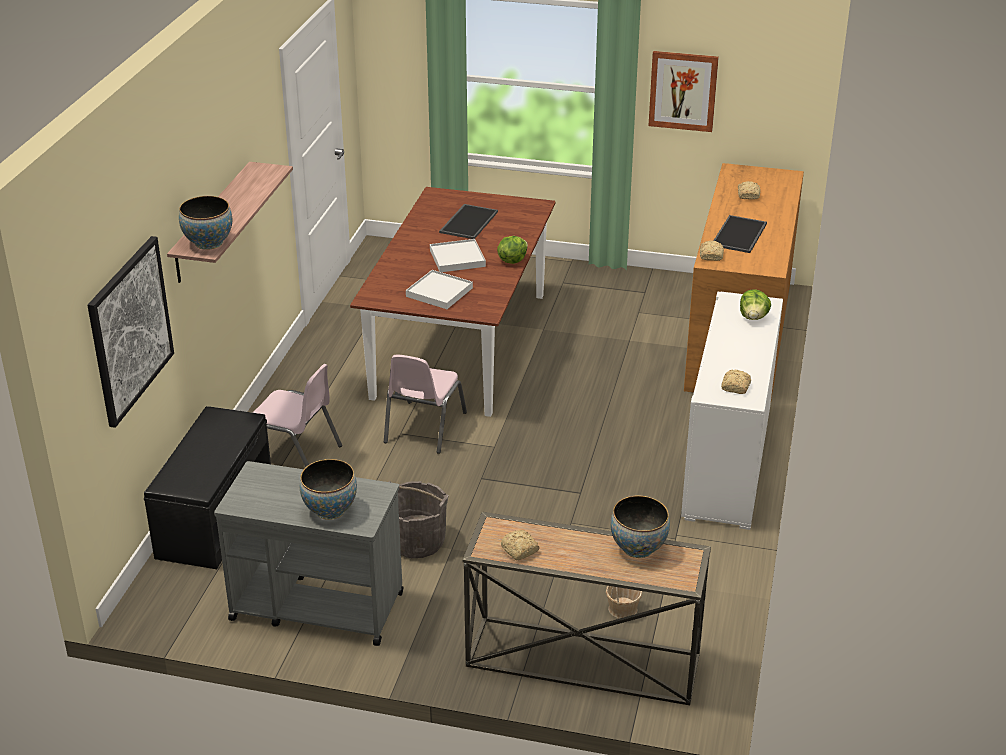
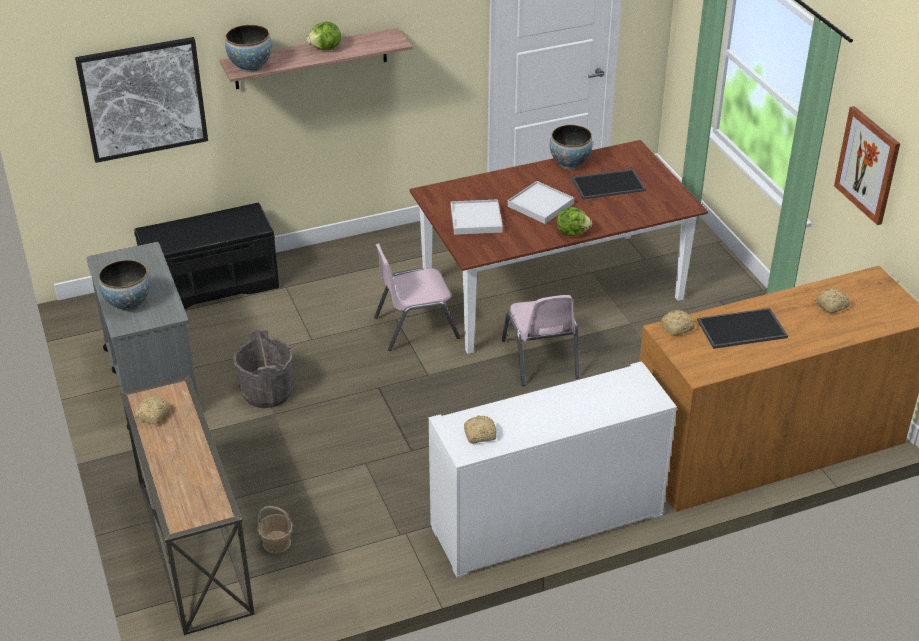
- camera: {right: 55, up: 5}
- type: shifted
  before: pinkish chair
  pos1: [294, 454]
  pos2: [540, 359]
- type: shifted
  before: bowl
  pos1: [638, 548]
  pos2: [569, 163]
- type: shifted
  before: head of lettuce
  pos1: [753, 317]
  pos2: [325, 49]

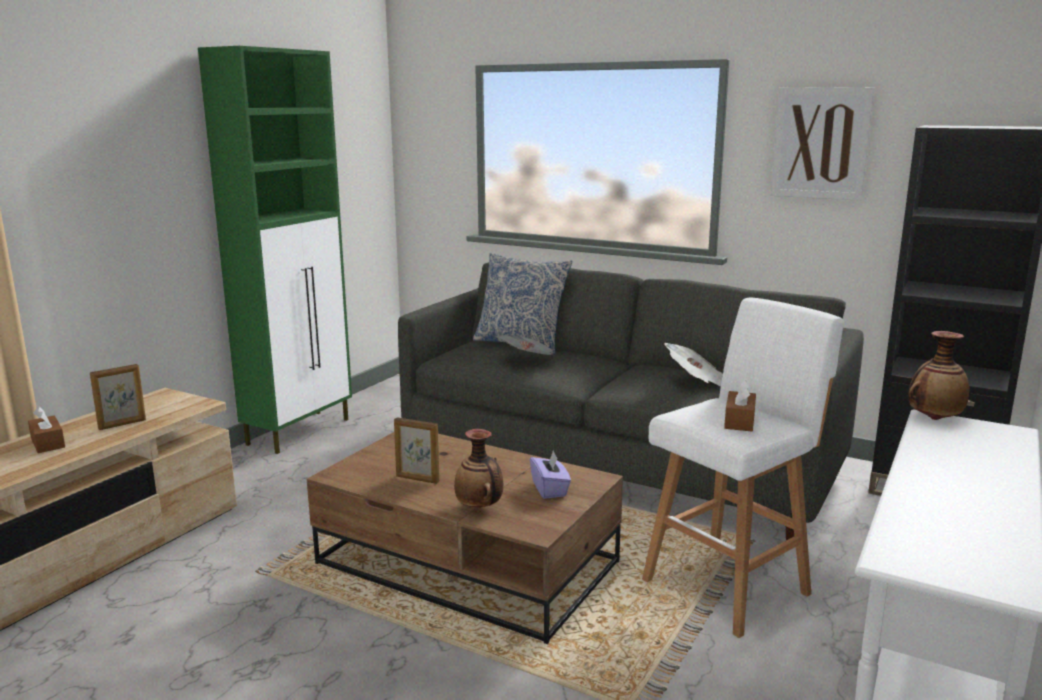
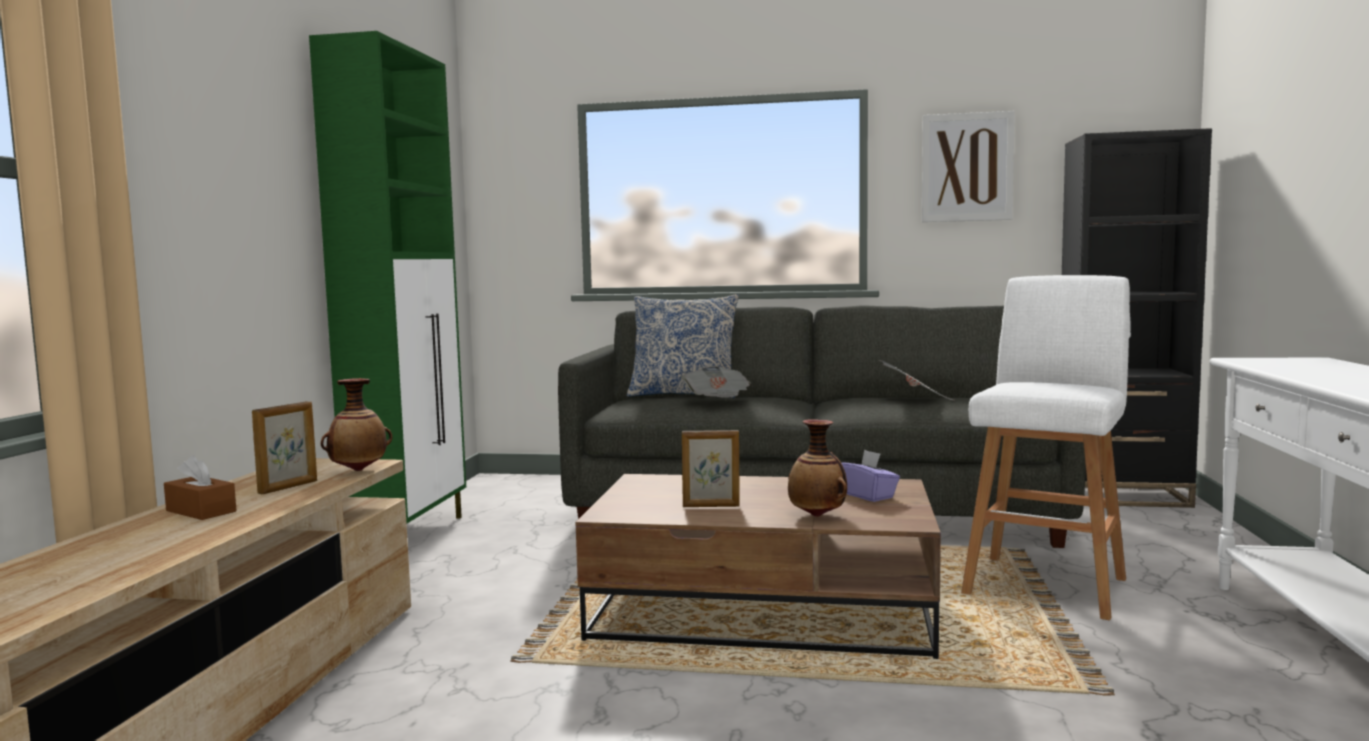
- camera: {right: -20, up: -10}
- type: gone
  before: brown-coloured tissue holder
  pos1: [739, 421]
- type: shifted
  before: flower vase
  pos1: [934, 418]
  pos2: [358, 470]

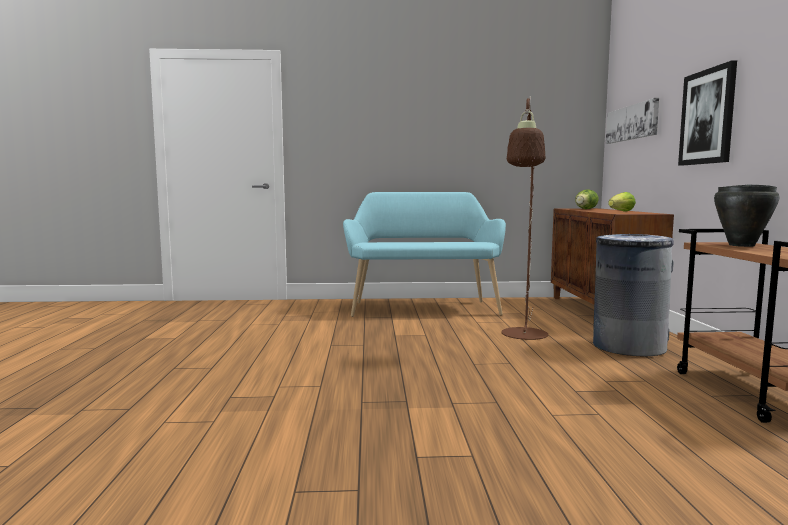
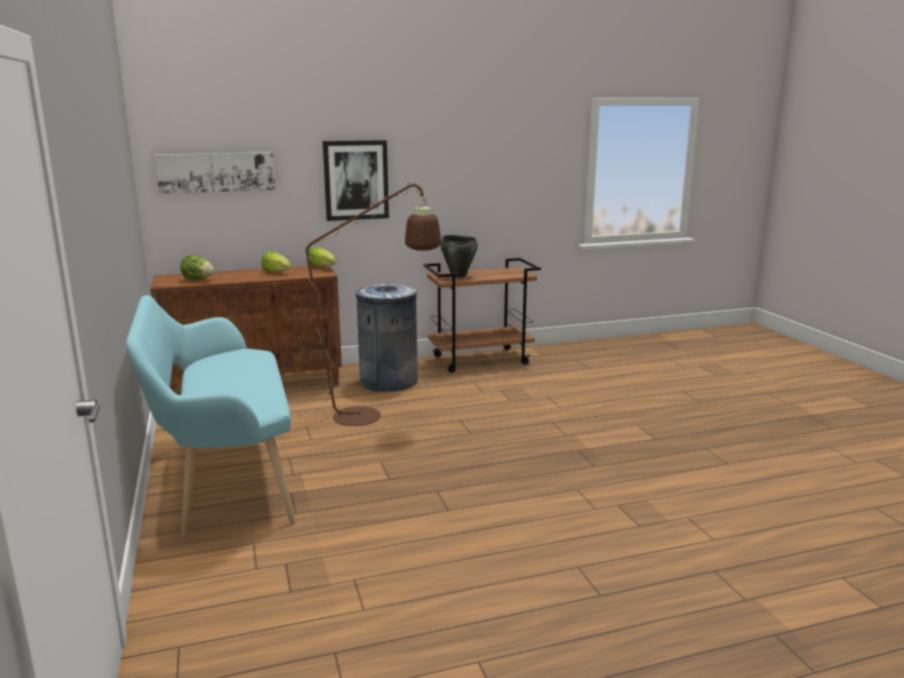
- camera: {right: -105, up: 10}
- type: new
  after: head of lettuce
  pos2: [322, 267]

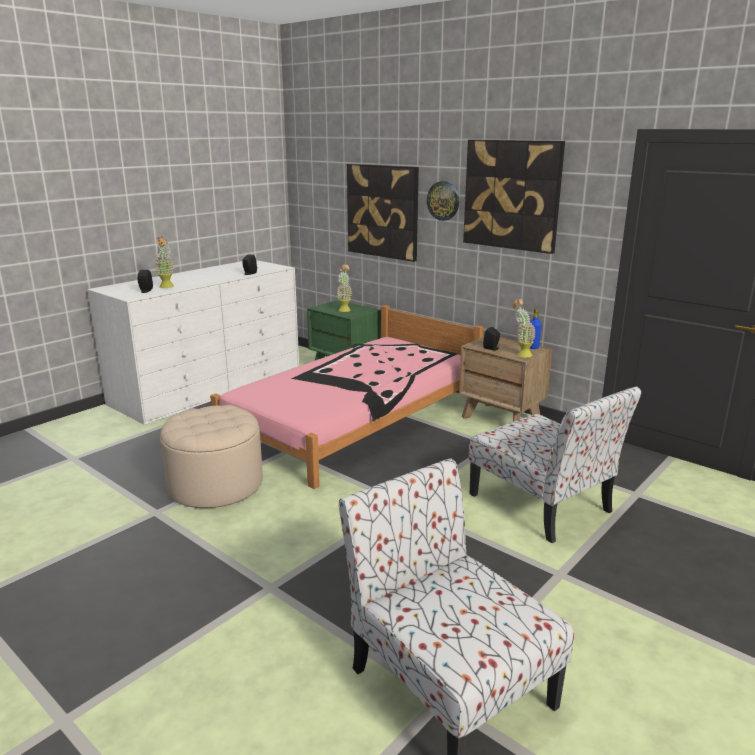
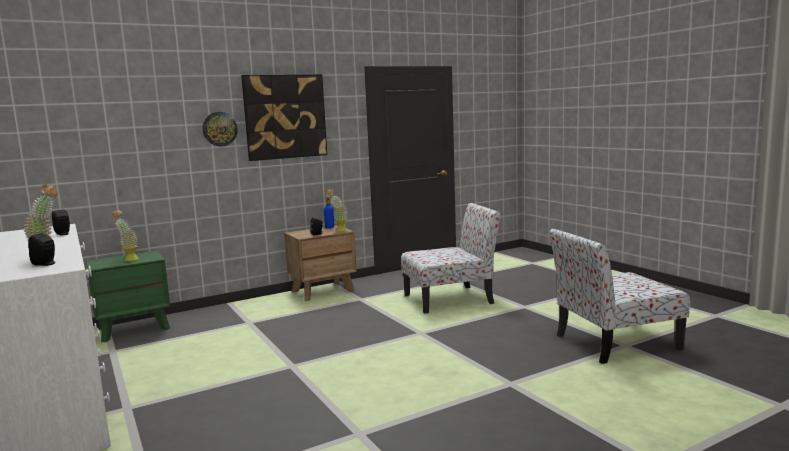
- camera: {right: -70, up: -10}
- type: gone
  before: sand-coloured pouffe
  pos1: [215, 485]
- type: gone
  before: pinkish bedroom bed
  pos1: [356, 419]
- type: gone
  before: wall picture
  pos1: [383, 211]

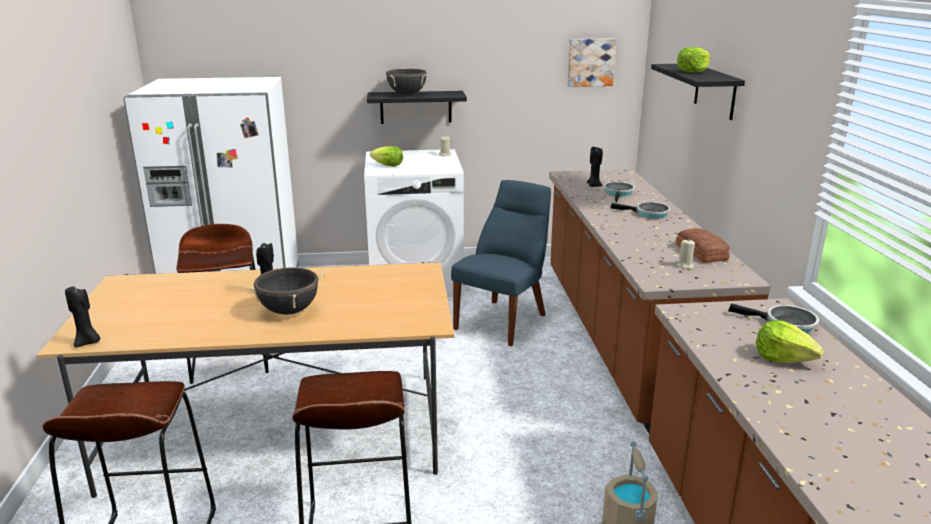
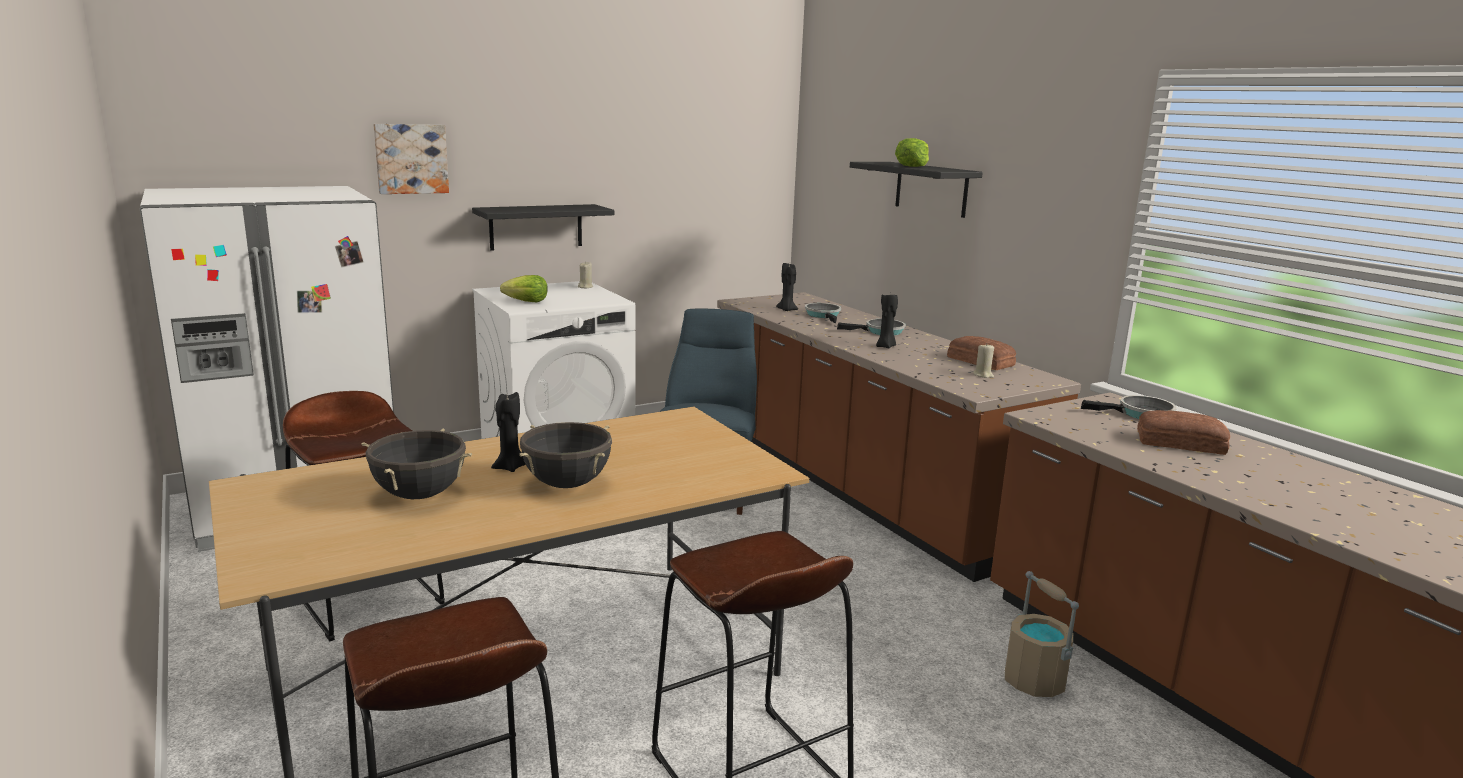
- camera: {right: -25, up: -5}
- type: shifted
  before: black wax candle
  pos1: [88, 342]
  pos2: [886, 346]
- type: shifted
  before: black saucepot
  pos1: [407, 94]
  pos2: [420, 495]
- type: shifted
  before: wall picture
  pos1: [590, 62]
  pos2: [411, 158]
- type: swapped
  before: head of lettuce
  after: bakery bread
  pos1: [783, 358]
  pos2: [1179, 442]

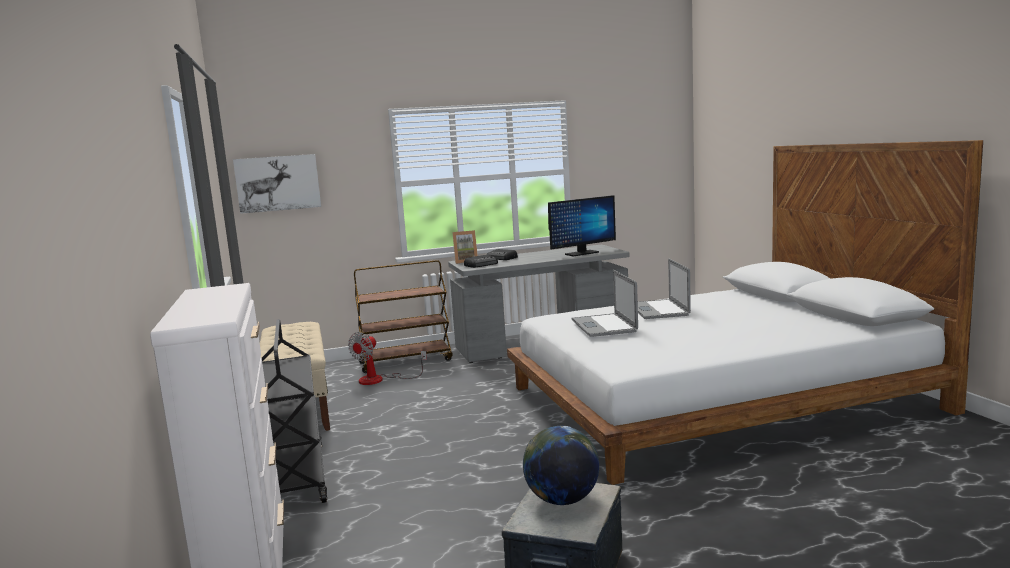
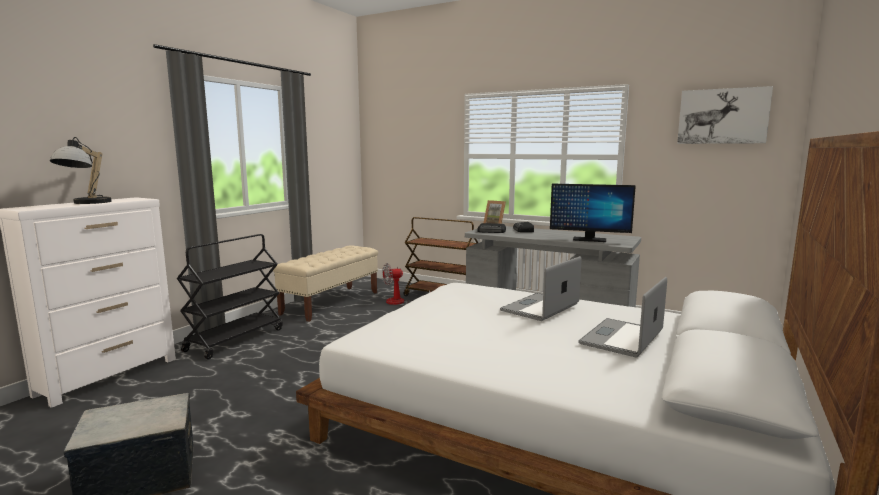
- camera: {right: 45, up: 0}
- type: gone
  before: globe
  pos1: [562, 500]
- type: new
  after: table lamp
  pos2: [86, 203]
- type: shifted
  before: wall picture
  pos1: [278, 183]
  pos2: [722, 116]
- type: shifted
  before: notebook computer
  pos1: [603, 325]
  pos2: [622, 338]

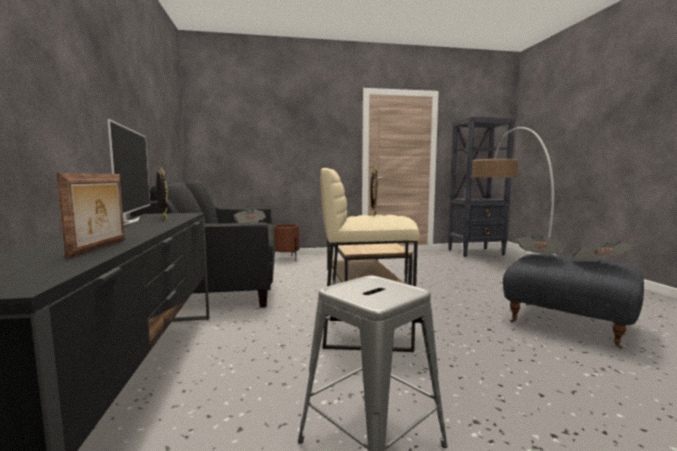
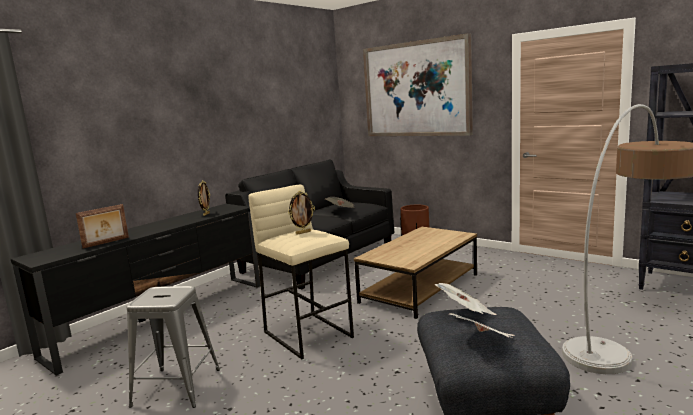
- camera: {right: 50, up: 5}
- type: gone
  before: TV
  pos1: [130, 221]
- type: new
  after: wall picture
  pos2: [416, 89]

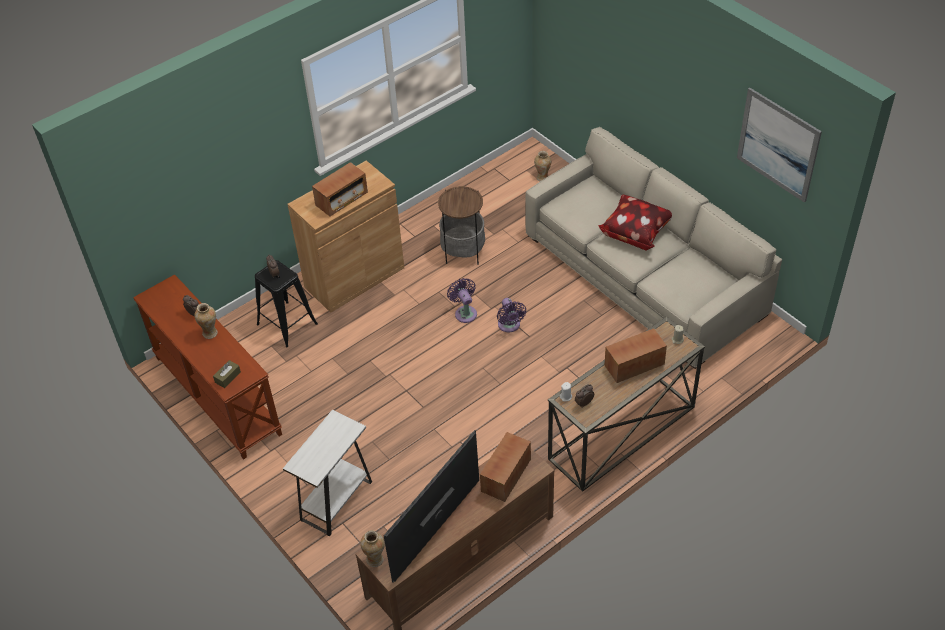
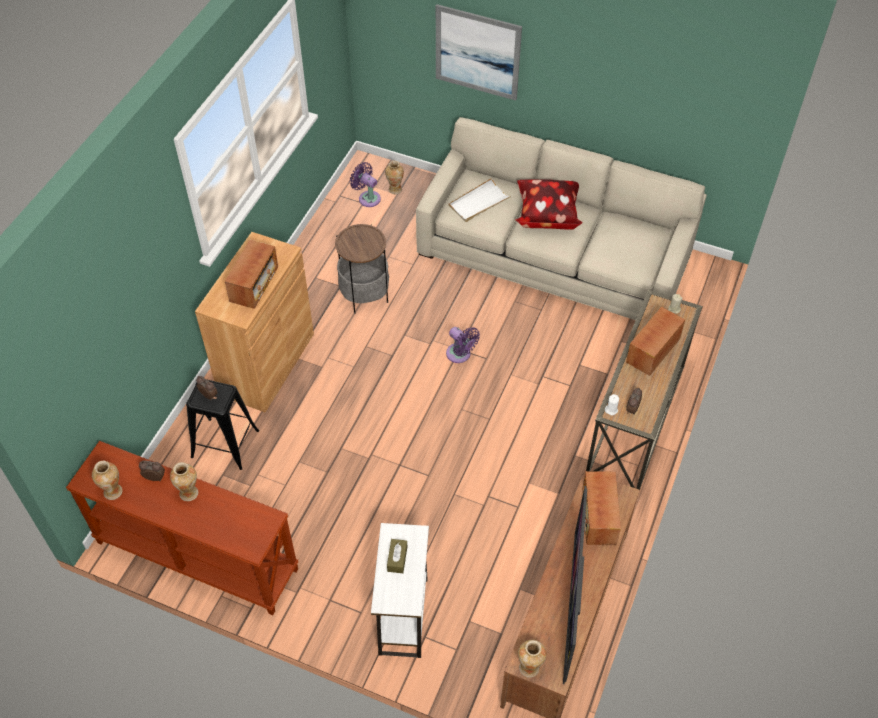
- camera: {right: -30, up: 5}
- type: new
  after: flower vase
  pos2: [113, 491]
- type: new
  after: white serving tray
  pos2: [479, 202]
- type: shifted
  before: brown-coloured tissue holder
  pos1: [228, 377]
  pos2: [397, 559]
- type: shifted
  before: purple electric fan
  pos1: [465, 312]
  pos2: [367, 198]
- type: shifted
  before: wall picture
  pos1: [778, 144]
  pos2: [477, 52]

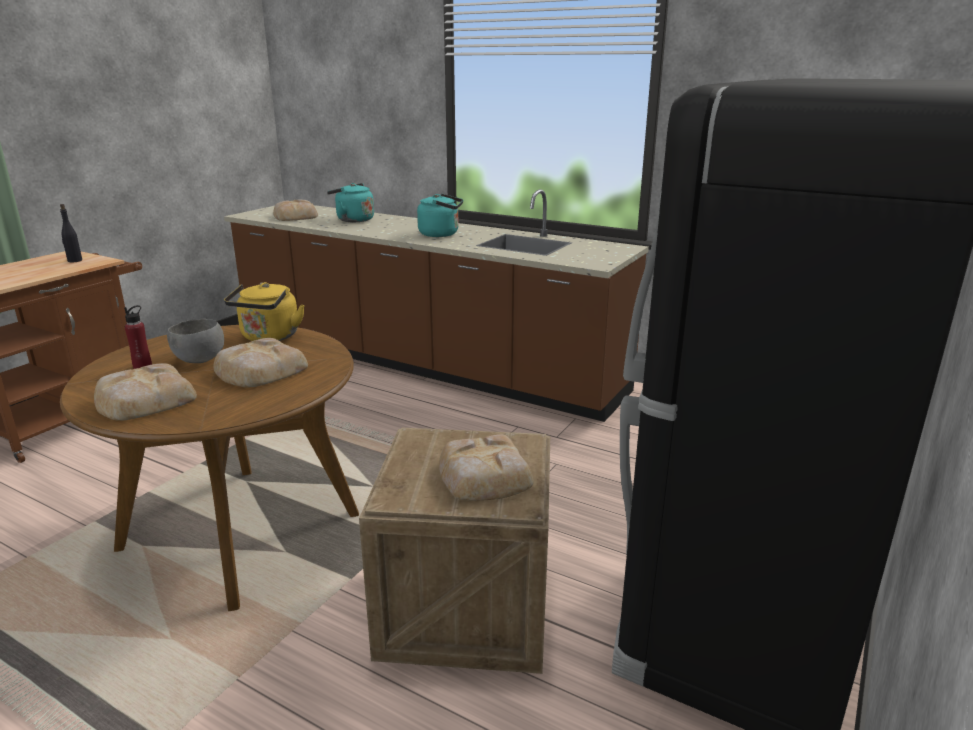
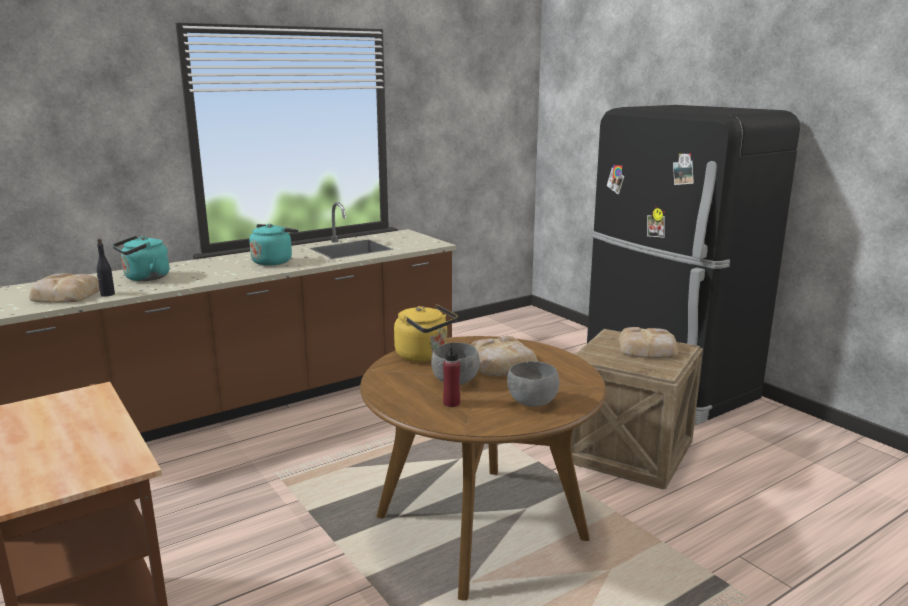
- camera: {right: -65, up: -5}
- type: shifted
  before: black drink bottle
  pos1: [74, 260]
  pos2: [107, 294]
- type: swapped
  before: bakery bread
  after: gray bowl
  pos1: [144, 400]
  pos2: [532, 403]

